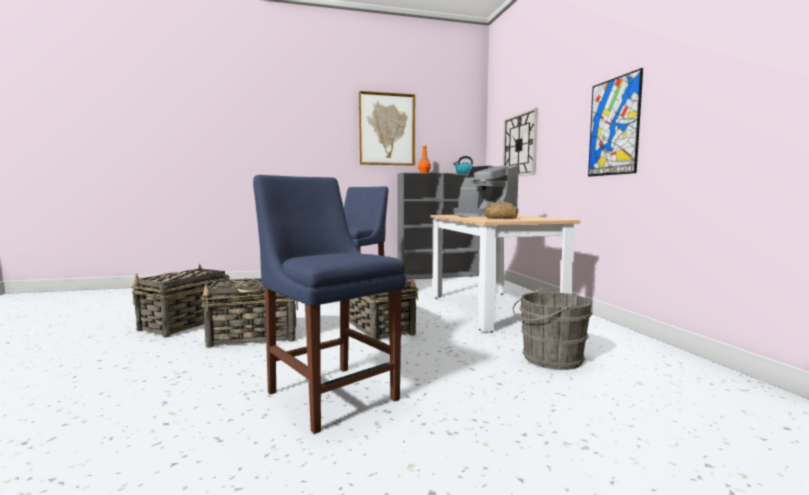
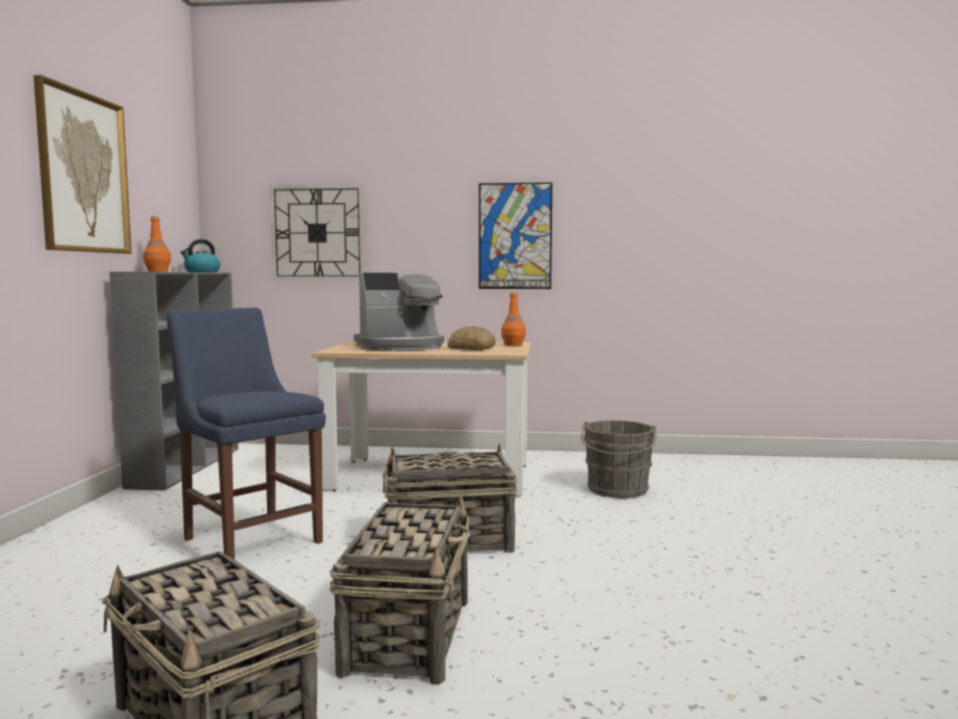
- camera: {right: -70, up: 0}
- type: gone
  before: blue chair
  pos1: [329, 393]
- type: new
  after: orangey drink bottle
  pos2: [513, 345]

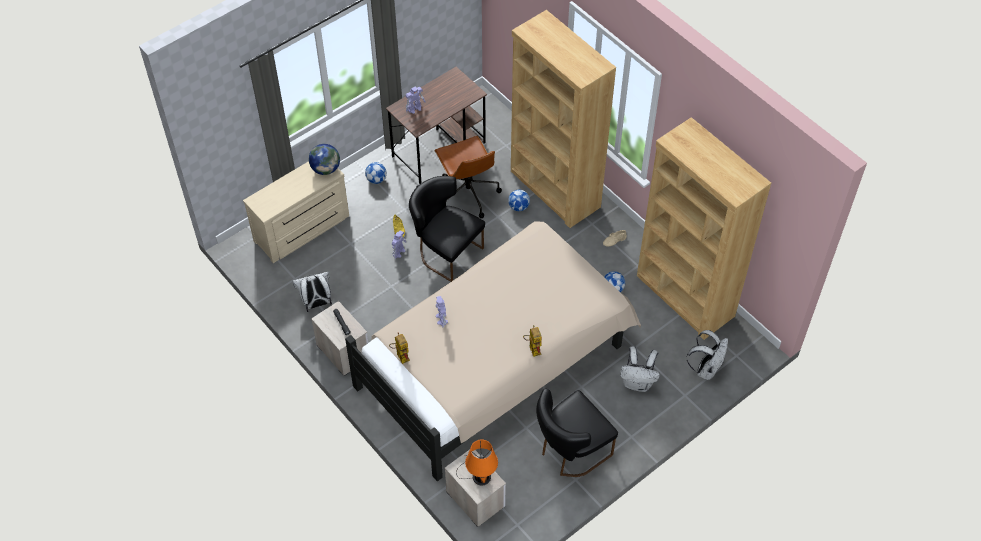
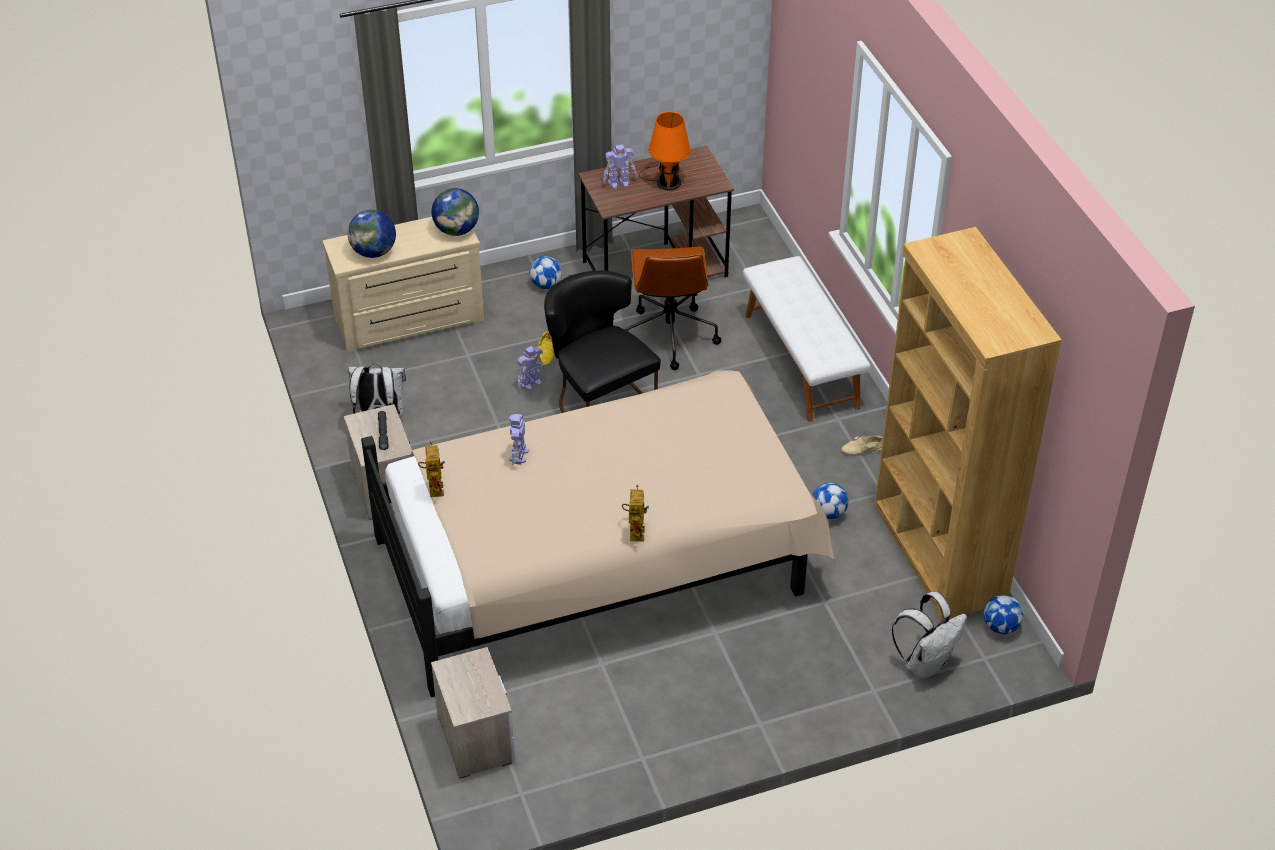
- camera: {right: 20, up: -10}
- type: gone
  before: black chair
  pos1: [570, 451]
- type: gone
  before: white knapsack
  pos1: [638, 383]
- type: new
  after: globe
  pos2: [374, 252]
- type: shifted
  before: orangey table lamp
  pos1: [479, 476]
  pos2: [666, 181]
- type: shifted
  before: football ball
  pos1: [518, 207]
  pos2: [1000, 627]
- type: swapped
  before: brown-coloured shelving unit
  after: white long seat
  pos1: [554, 189]
  pos2: [802, 360]

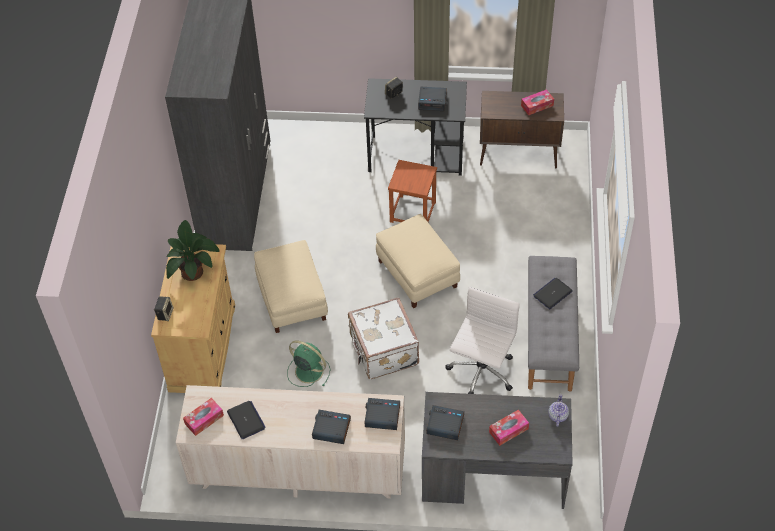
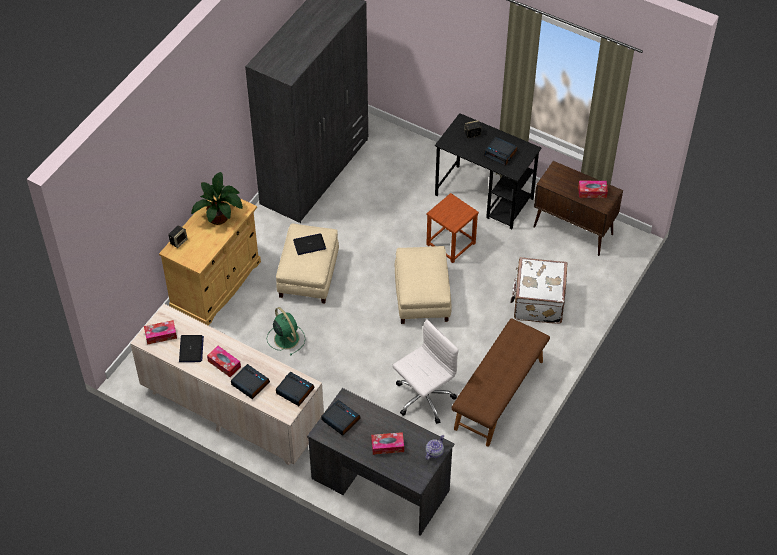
- camera: {right: 25, up: 0}
- type: new
  after: tissue holder
  pos2: [224, 364]
- type: shifted
  before: white travel case
  pos1: [383, 351]
  pos2: [537, 302]
- type: shifted
  before: notebook computer
  pos1: [552, 293]
  pos2: [309, 244]
- type: repainted
  before: gray long seat
  after: brown-coloured long seat
  pos1: [550, 336]
  pos2: [499, 395]

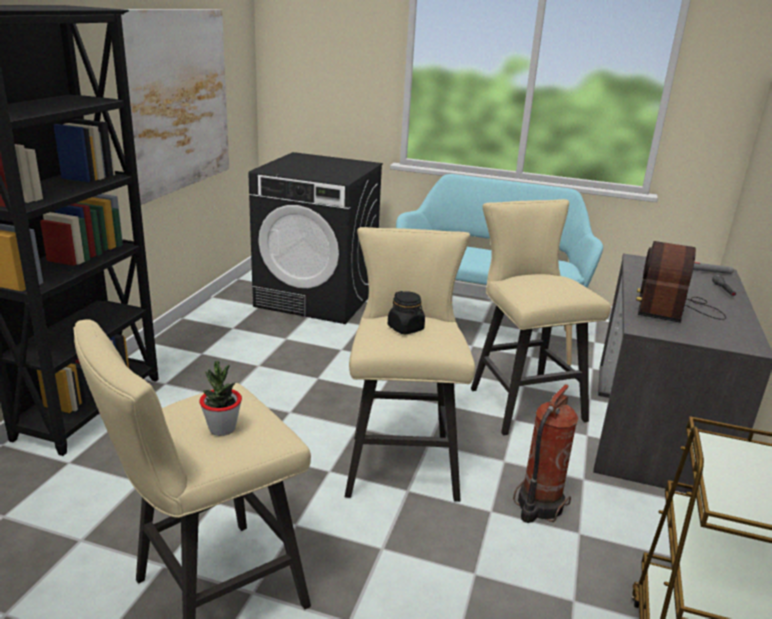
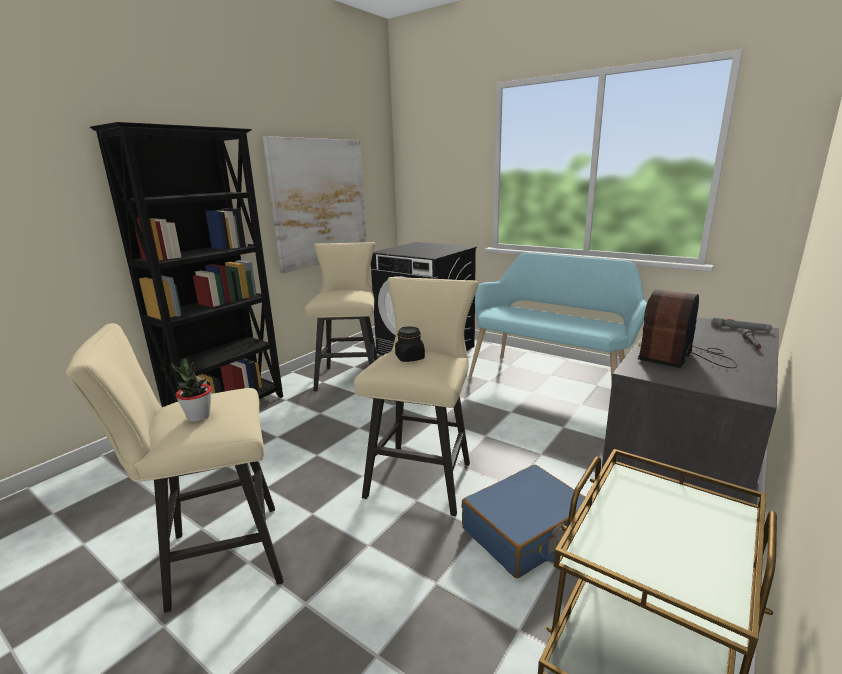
- camera: {right: 20, up: -5}
- type: shifted
  before: sand-coloured sitting stool
  pos1: [521, 401]
  pos2: [350, 376]
- type: swapped
  before: fire extinguisher
  after: blue travel case
  pos1: [538, 506]
  pos2: [526, 532]

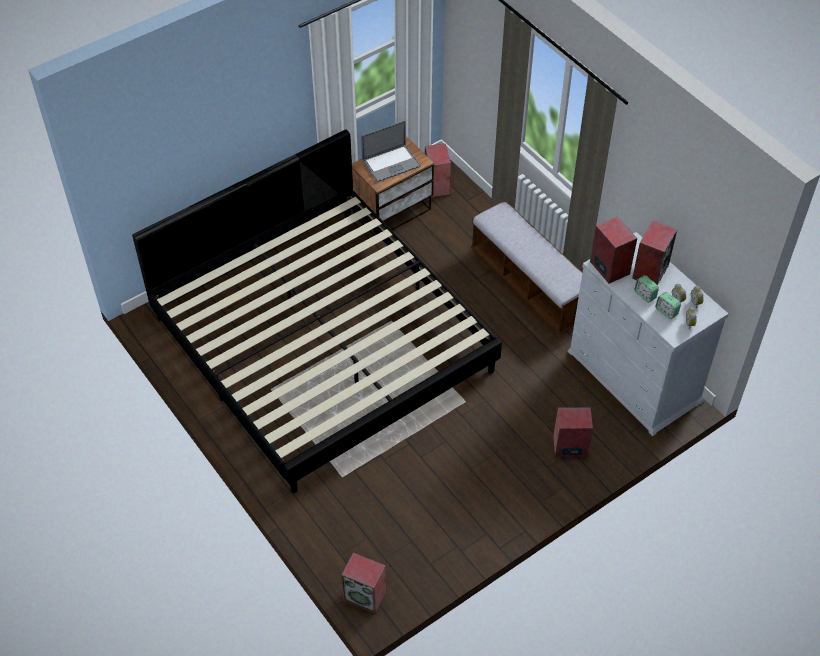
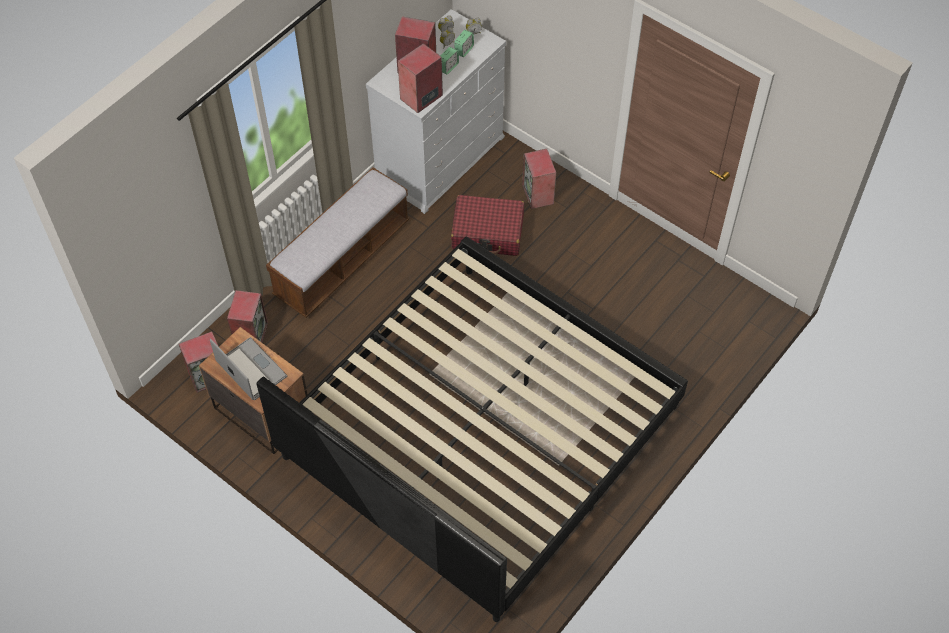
- camera: {right: -105, up: 5}
- type: new
  after: red-coloured travel case
  pos2: [488, 233]
- type: shifted
  before: speaker
  pos1: [365, 596]
  pos2: [251, 334]

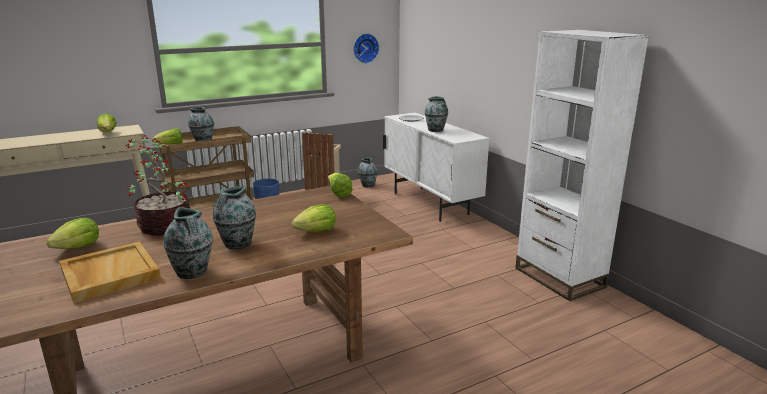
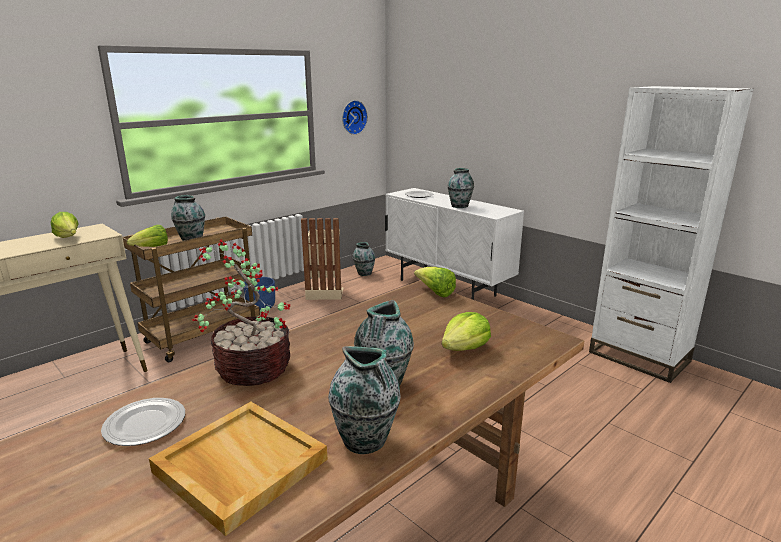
- camera: {right: -15, up: 0}
- type: swapped
  before: head of lettuce
  after: flat dish
  pos1: [78, 247]
  pos2: [146, 424]

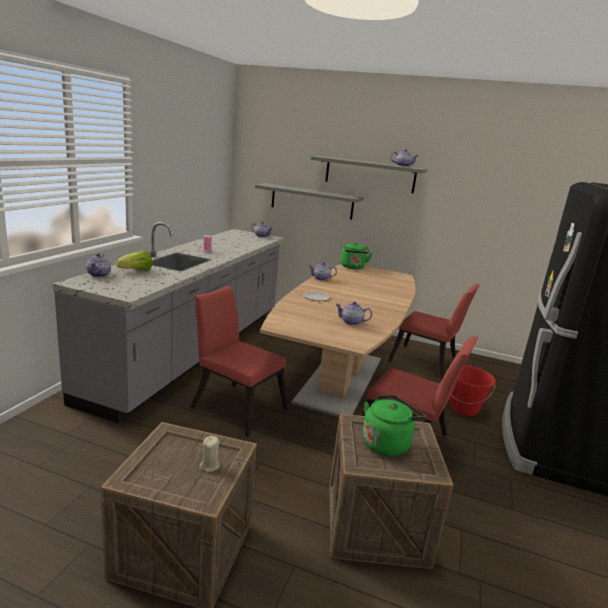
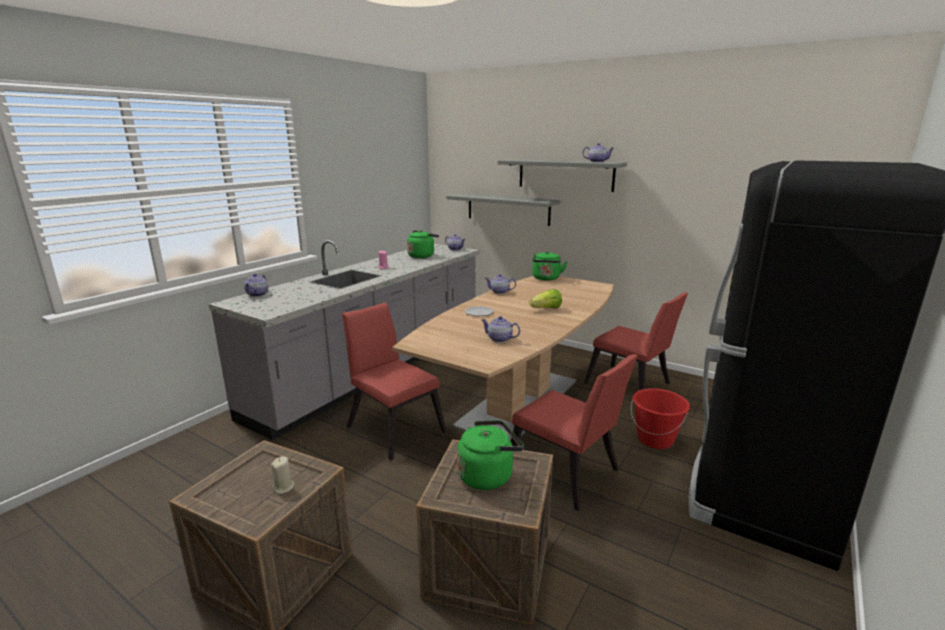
- camera: {right: 15, up: 0}
- type: new
  after: green-coloured water kettle
  pos2: [422, 256]
- type: shifted
  before: head of lettuce
  pos1: [136, 271]
  pos2: [546, 309]

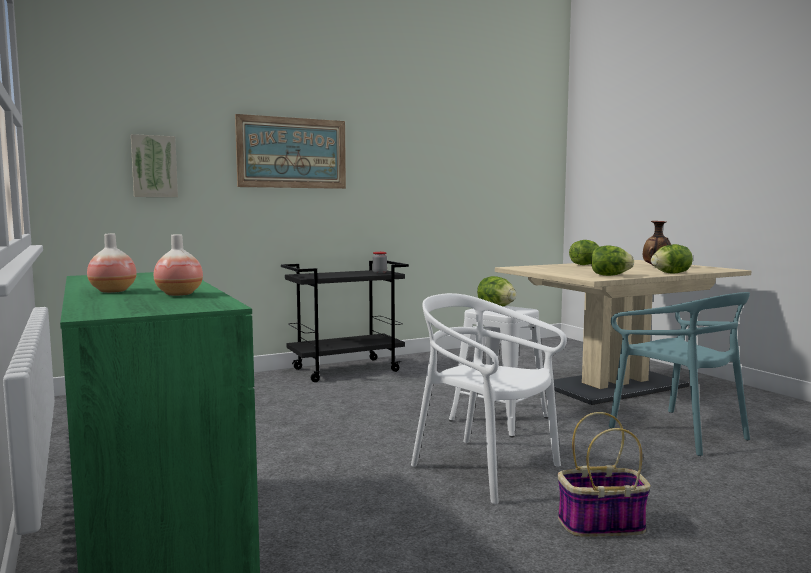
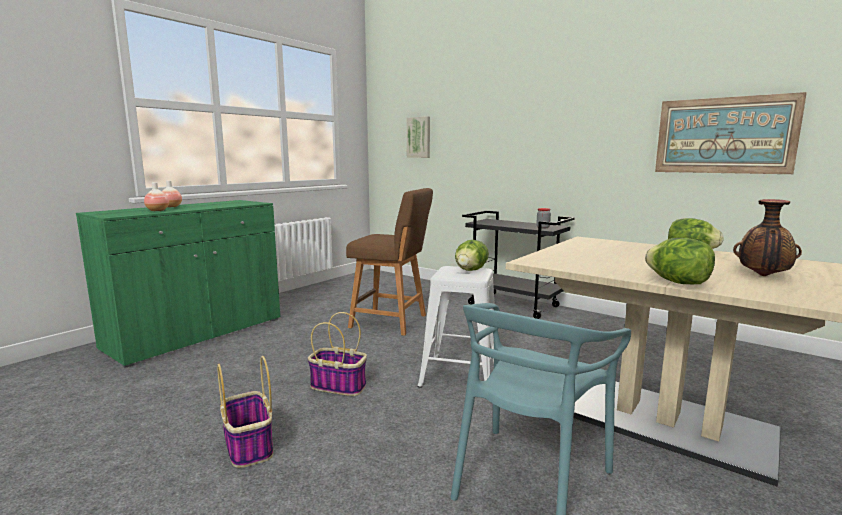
- camera: {right: 65, up: 5}
- type: gone
  before: head of lettuce
  pos1: [610, 275]
- type: new
  after: brown-coloured sitting stool
  pos2: [392, 322]
- type: shifted
  before: wall picture
  pos1: [292, 153]
  pos2: [724, 135]
- type: swapped
  before: white chair
  after: storage basket
  pos1: [484, 468]
  pos2: [339, 386]

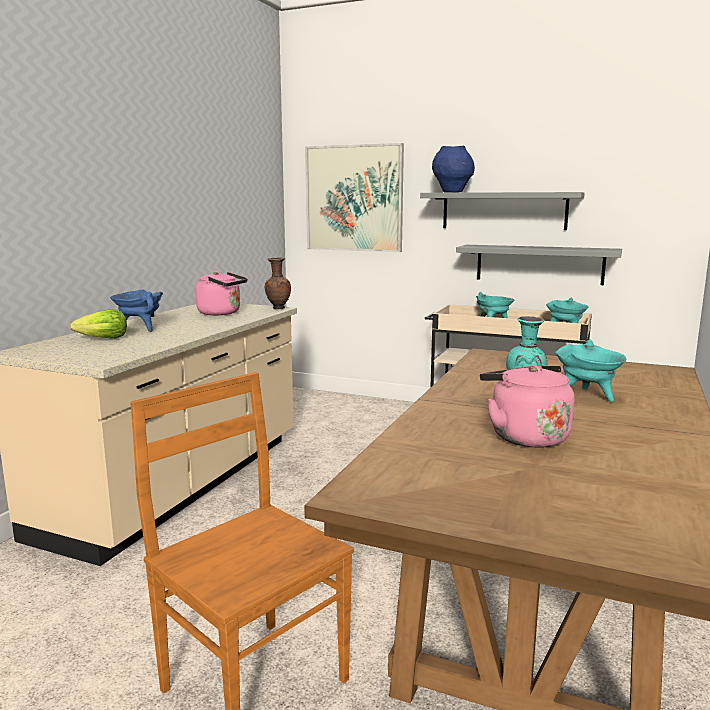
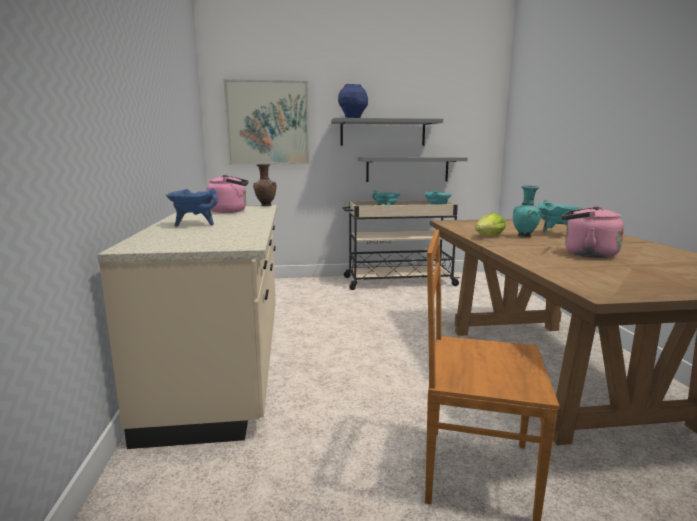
- camera: {right: -30, up: 0}
- type: shifted
  before: head of lettuce
  pos1: [103, 339]
  pos2: [489, 236]

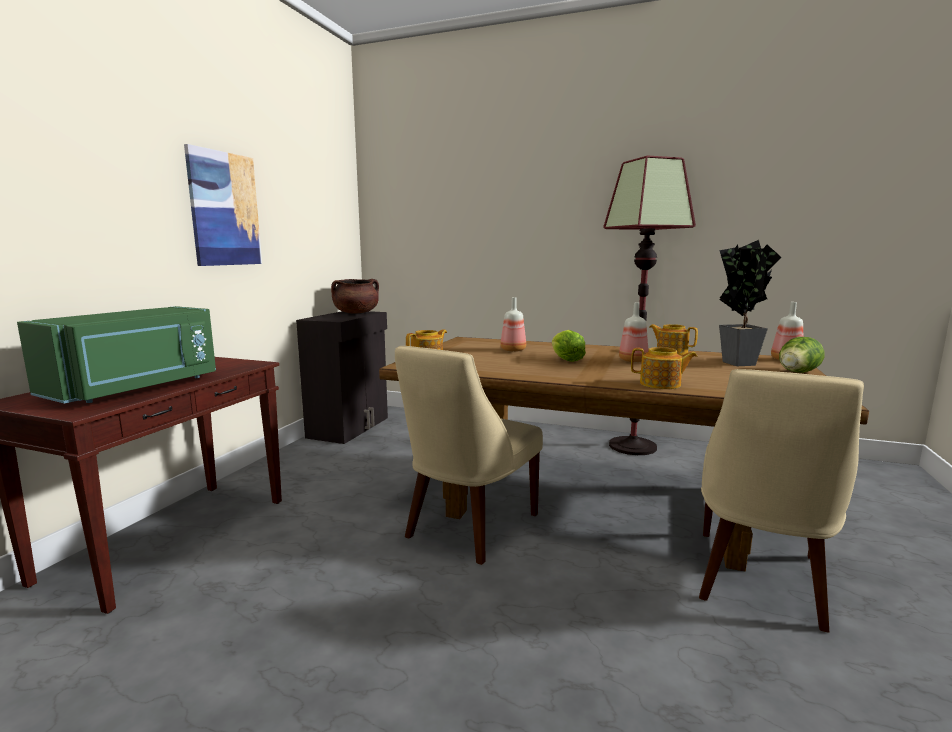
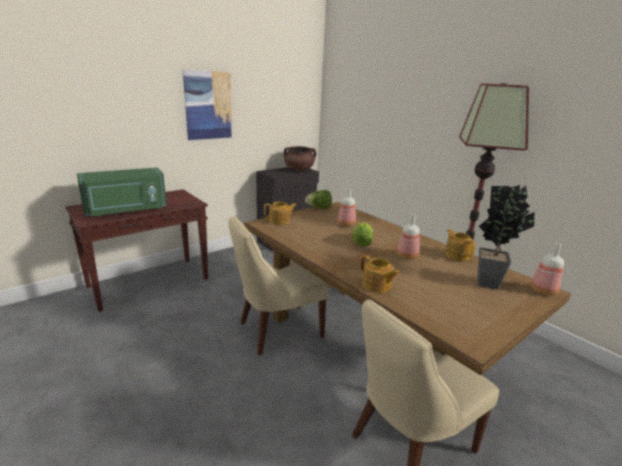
- camera: {right: 30, up: 10}
- type: shifted
  before: head of lettuce
  pos1: [797, 373]
  pos2: [319, 208]

